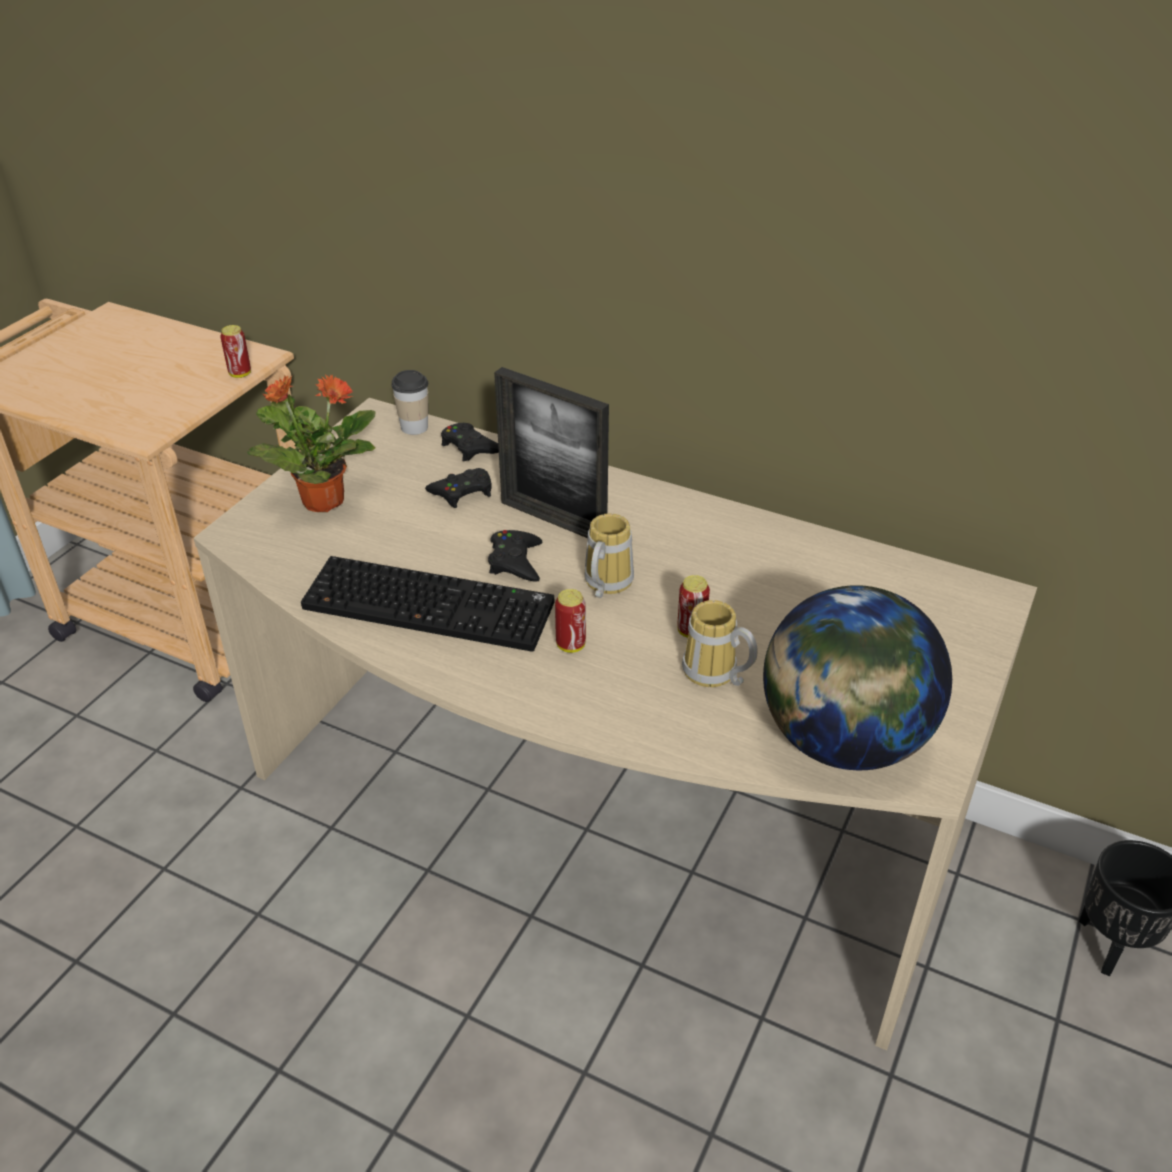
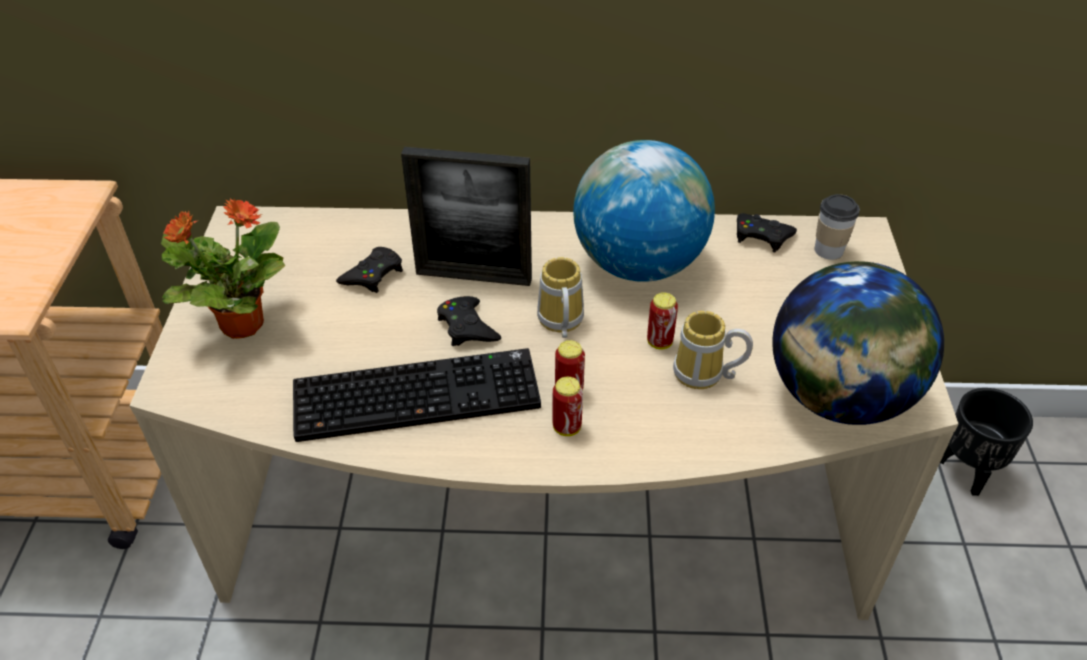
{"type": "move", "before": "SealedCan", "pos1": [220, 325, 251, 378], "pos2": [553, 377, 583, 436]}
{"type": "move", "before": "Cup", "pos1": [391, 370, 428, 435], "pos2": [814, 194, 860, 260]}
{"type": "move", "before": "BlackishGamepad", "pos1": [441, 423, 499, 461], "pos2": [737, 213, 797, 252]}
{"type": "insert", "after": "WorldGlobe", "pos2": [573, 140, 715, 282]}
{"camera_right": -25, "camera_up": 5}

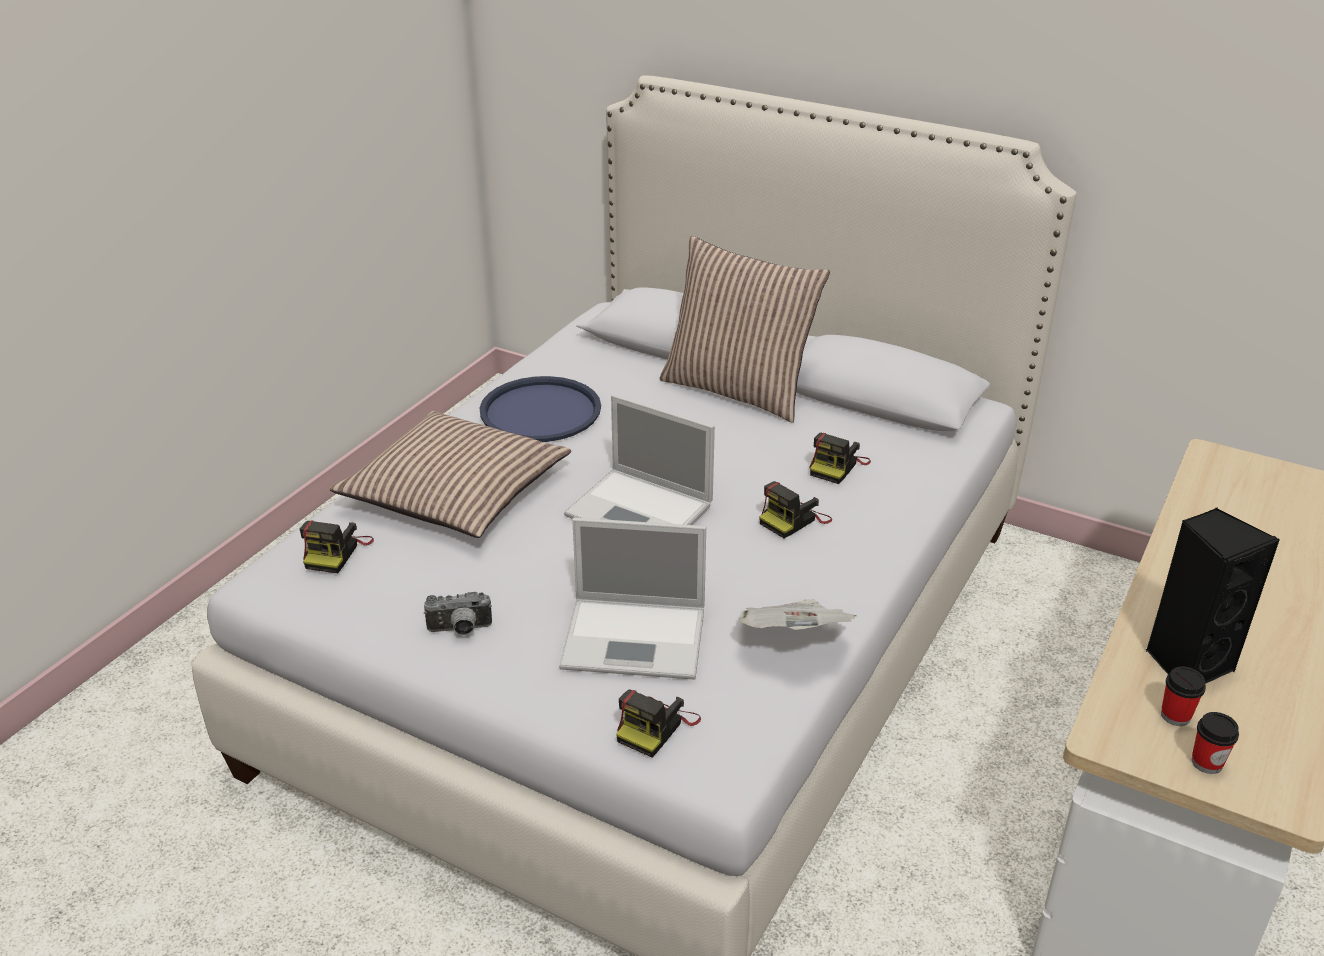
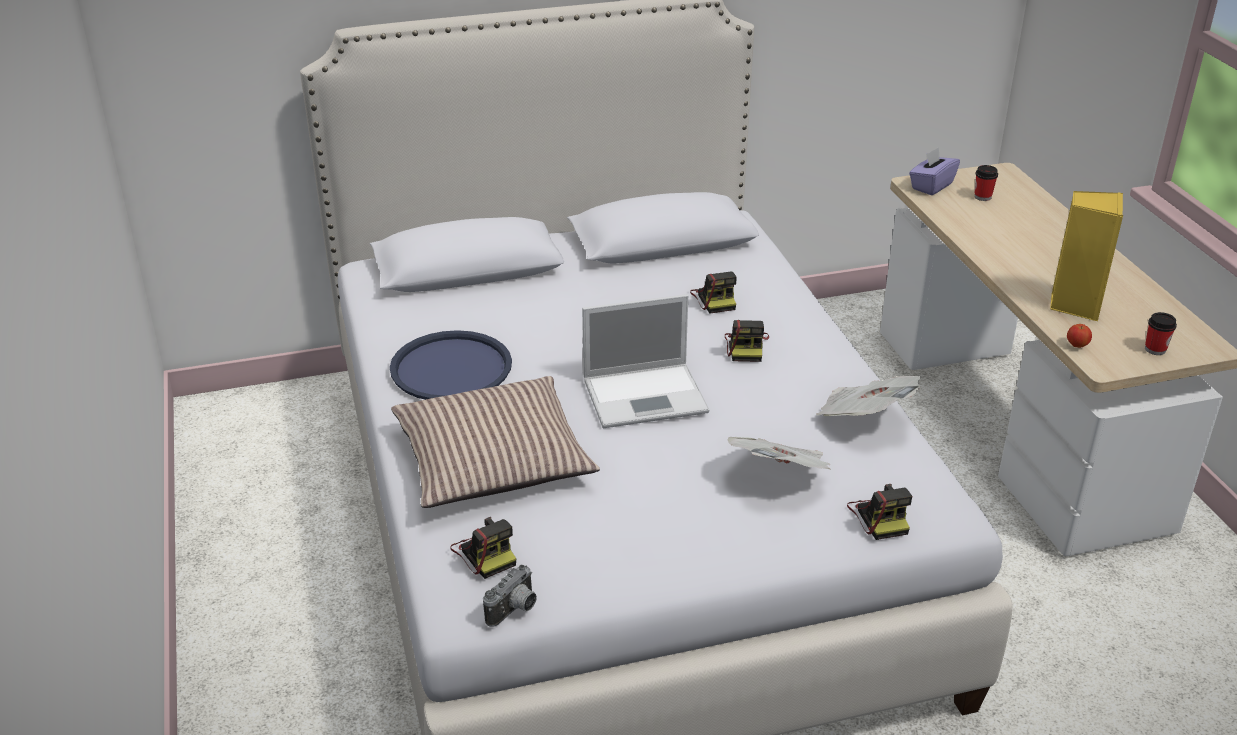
{"type": "delete", "before": "ThrowPillow", "pos1": [660, 236, 830, 423]}
{"type": "recolor", "before": "BlackishLoudspeaker", "after": "YellowColouredLoudspeaker", "pos1": [1146, 508, 1280, 684], "pos2": [1050, 191, 1123, 321]}
{"type": "replace", "before": "PortableComputer", "after": "PrintedPaper", "pos1": [559, 518, 706, 680], "pos2": [727, 437, 831, 470]}
{"type": "move", "before": "StillCamera", "pos1": [424, 592, 492, 635], "pos2": [483, 565, 537, 627]}
{"type": "move", "before": "Cup", "pos1": [1161, 666, 1206, 726], "pos2": [974, 165, 998, 201]}
{"type": "insert", "after": "PurpleColouredTissueHolder", "pos2": [909, 147, 960, 195]}
{"type": "insert", "after": "Apple", "pos2": [1067, 324, 1092, 348]}
{"camera_right": -45, "camera_up": 0}

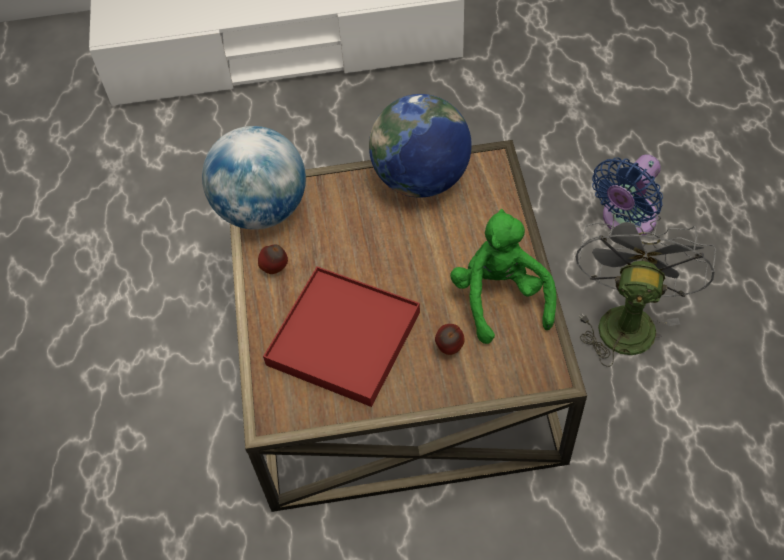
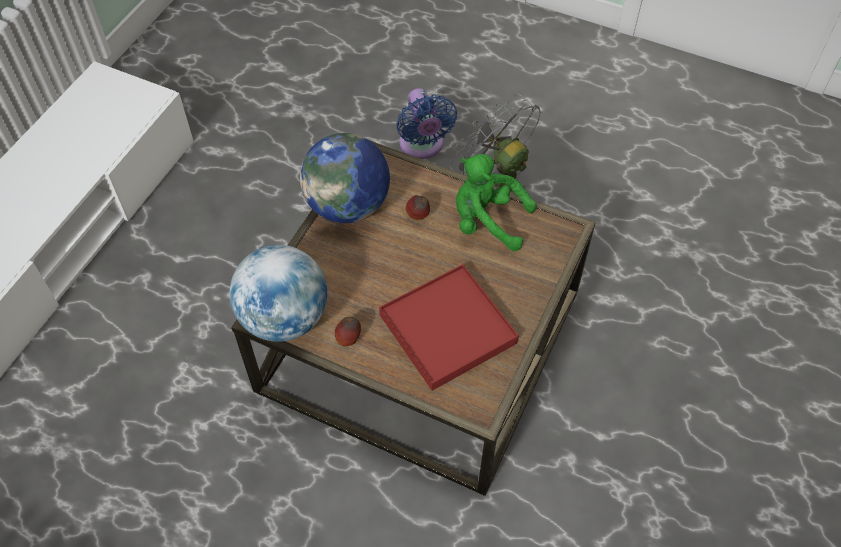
{"type": "move", "before": "Apple", "pos1": [435, 324, 465, 355], "pos2": [406, 195, 430, 220]}
{"camera_right": -60, "camera_up": 0}

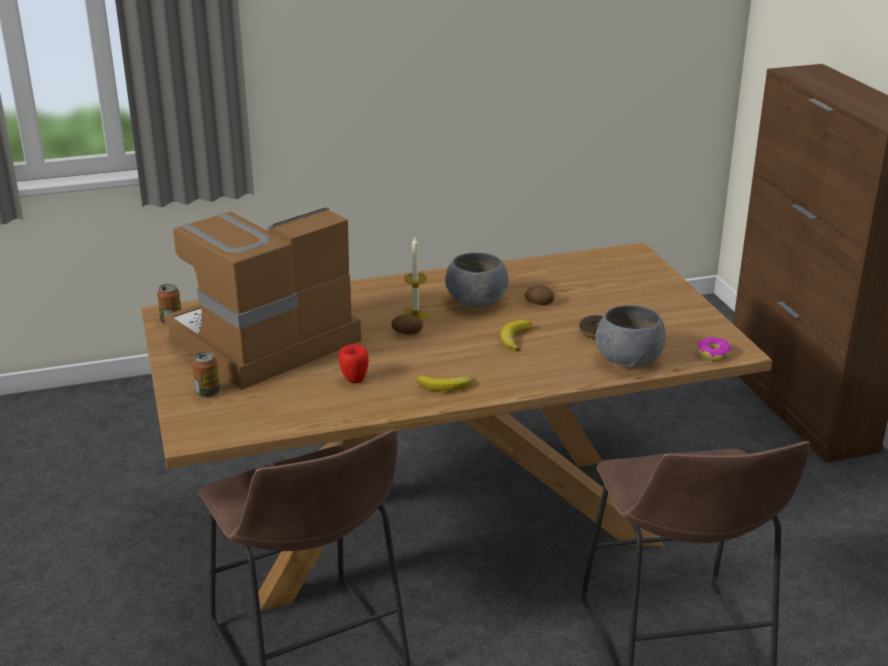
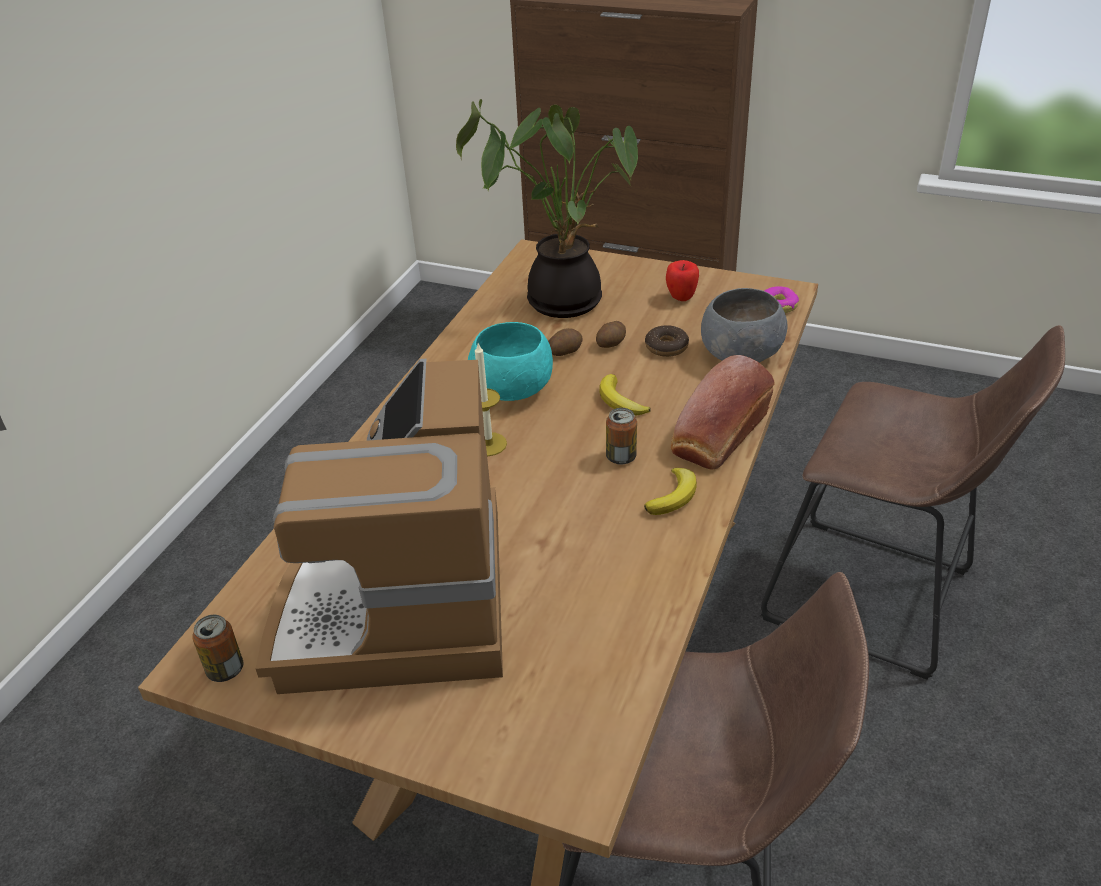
{"type": "recolor", "before": "GreyishDeepDish", "after": "TurquoiseDeepDish", "pos1": [445, 252, 509, 308], "pos2": [468, 322, 553, 401]}
{"type": "move", "before": "Spud", "pos1": [391, 314, 423, 335], "pos2": [596, 321, 626, 348]}
{"type": "move", "before": "Apple", "pos1": [339, 344, 369, 383], "pos2": [666, 260, 699, 301]}
{"type": "move", "before": "SealedCan", "pos1": [193, 352, 220, 397], "pos2": [606, 408, 637, 465]}
{"type": "insert", "after": "PottedPlant", "pos2": [456, 99, 638, 318]}
{"type": "insert", "after": "Bread", "pos2": [671, 355, 774, 470]}
{"camera_right": -50, "camera_up": 10}

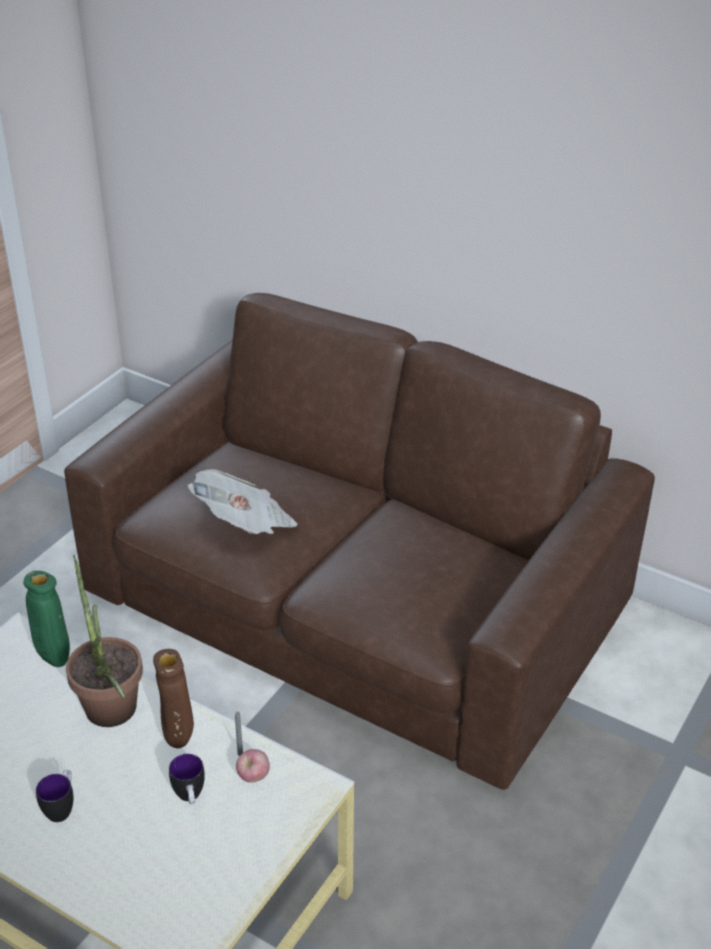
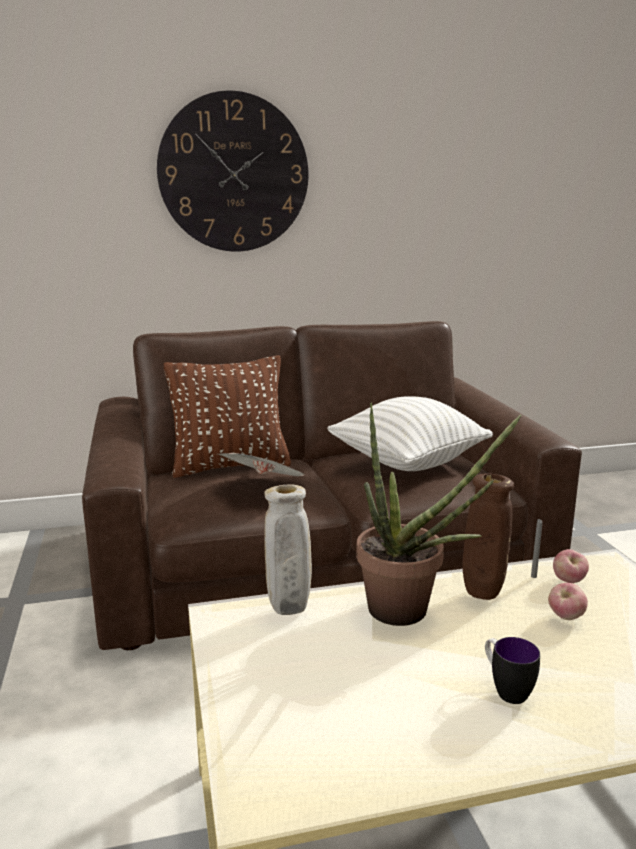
{"type": "recolor", "before": "GreenColouredFlowerVase", "after": "BeigeFlowerVase", "pos1": [23, 571, 70, 667], "pos2": [264, 484, 312, 615]}
{"type": "replace", "before": "TeaMug", "after": "Apple", "pos1": [169, 754, 205, 804], "pos2": [548, 583, 588, 620]}
{"type": "insert", "after": "WallClock", "pos2": [157, 90, 308, 252]}
{"type": "insert", "after": "BrownThrowPillow", "pos2": [164, 355, 291, 478]}
{"type": "insert", "after": "WhiteColouredThrowPillow", "pos2": [327, 396, 493, 471]}
{"camera_right": -45, "camera_up": -20}

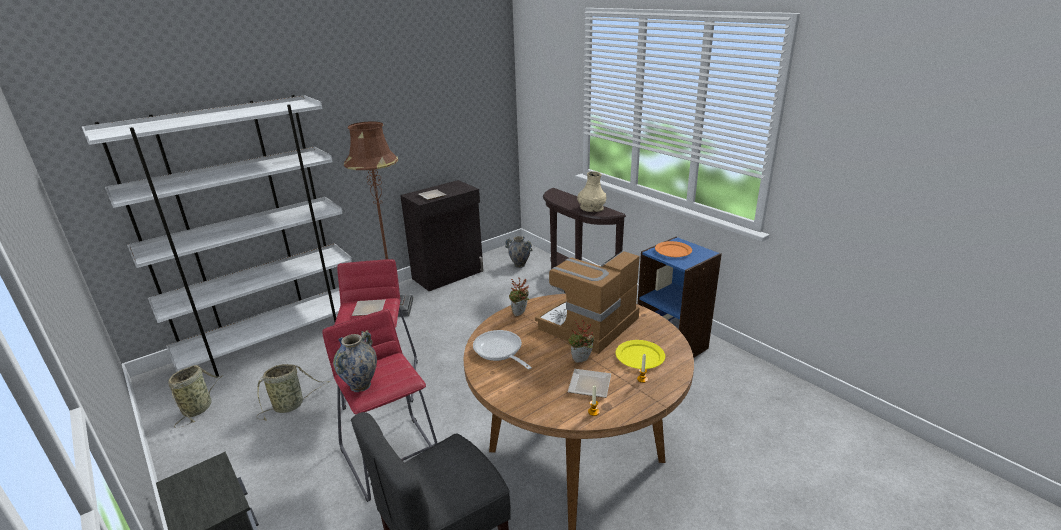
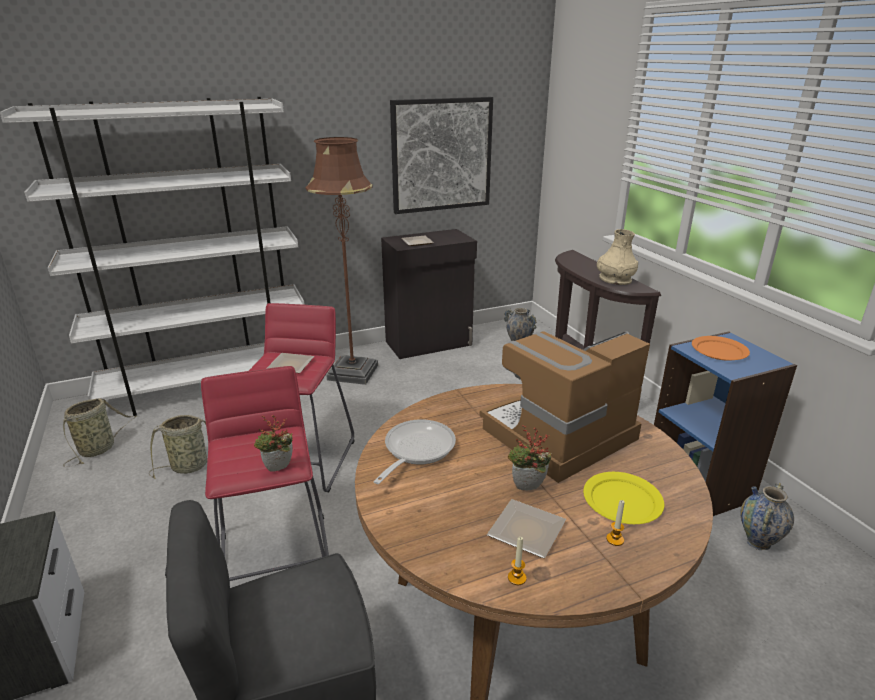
{"type": "move", "before": "PottedPlant", "pos1": [509, 278, 530, 316], "pos2": [254, 415, 293, 471]}
{"type": "move", "before": "FlowerVase", "pos1": [333, 330, 377, 392], "pos2": [740, 483, 794, 550]}
{"type": "rotate", "before": "Skillet", "pos1": [473, 330, 532, 370], "pos2": [374, 419, 456, 484], "turn": 45}
{"type": "insert", "after": "WallPicture", "pos2": [390, 97, 493, 214]}
{"camera_right": 15, "camera_up": 0}

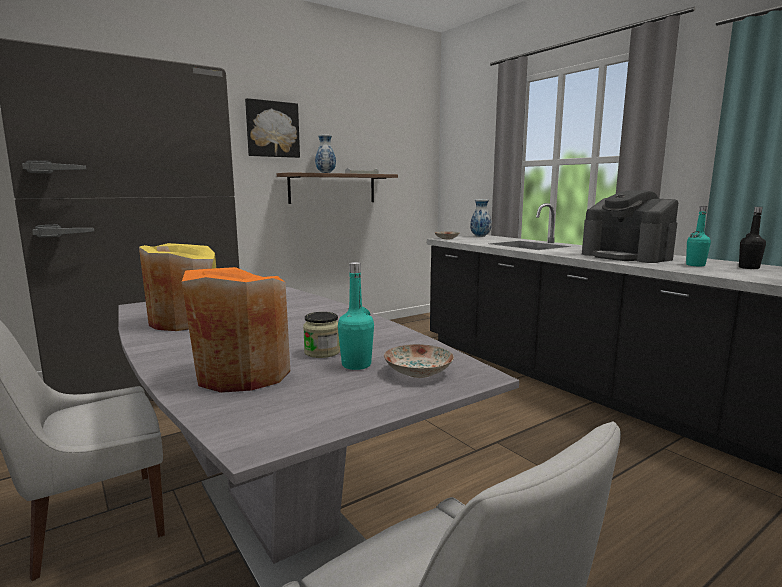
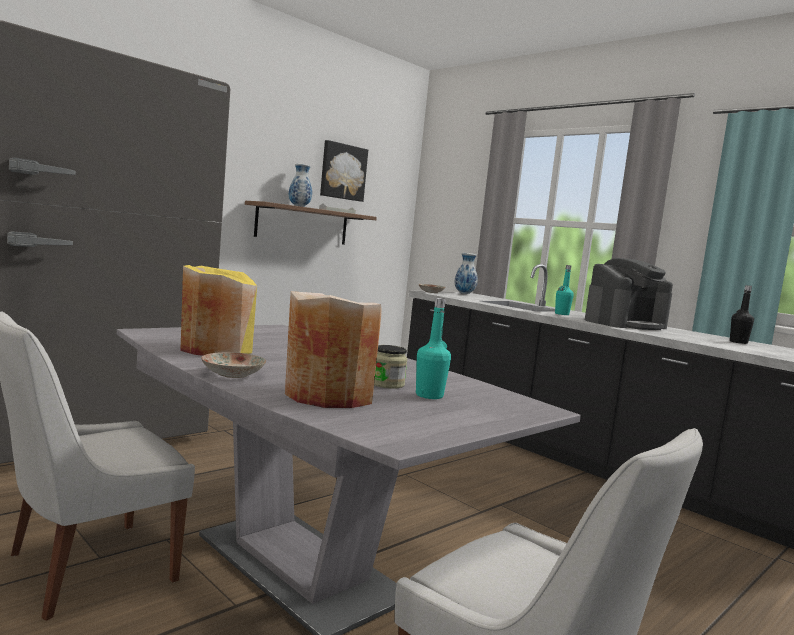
{"type": "move", "before": "WallPicture", "pos1": [245, 98, 300, 158], "pos2": [320, 140, 368, 202]}
{"type": "rotate", "before": "CoffeeMachine", "pos1": [582, 191, 678, 263], "pos2": [585, 258, 673, 330], "turn": -75}
{"type": "move", "before": "TurquoiseDrinkBottle", "pos1": [686, 206, 711, 266], "pos2": [555, 265, 574, 315]}
{"type": "recolor", "before": "OrangeyFlowerVase", "after": "BeigeFlowerVase", "pos1": [182, 267, 290, 393], "pos2": [285, 291, 382, 408]}
{"type": "move", "before": "FlatDish", "pos1": [384, 344, 454, 378], "pos2": [201, 352, 266, 378]}
{"camera_right": -10, "camera_up": -5}

